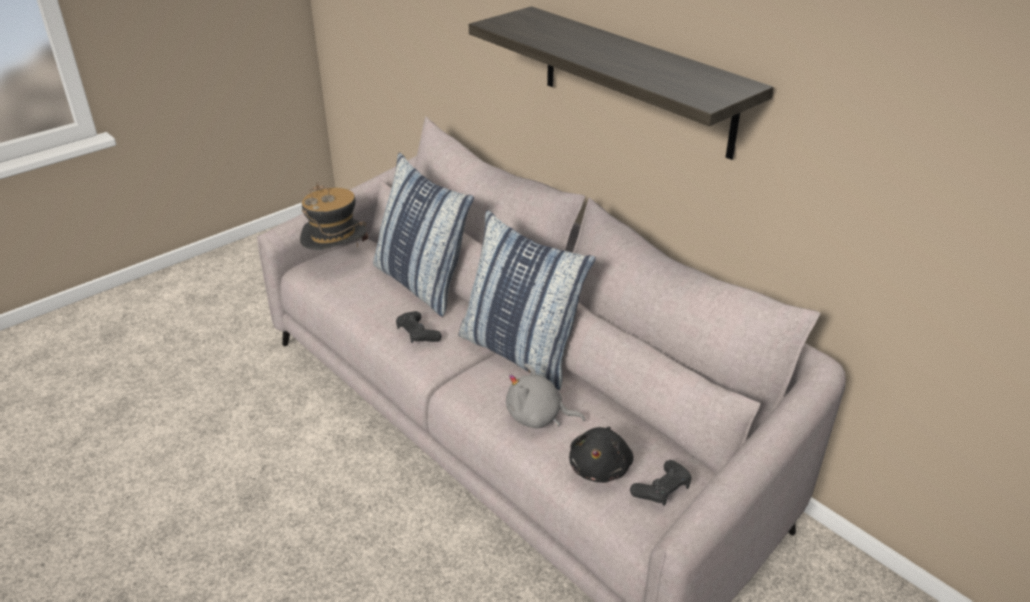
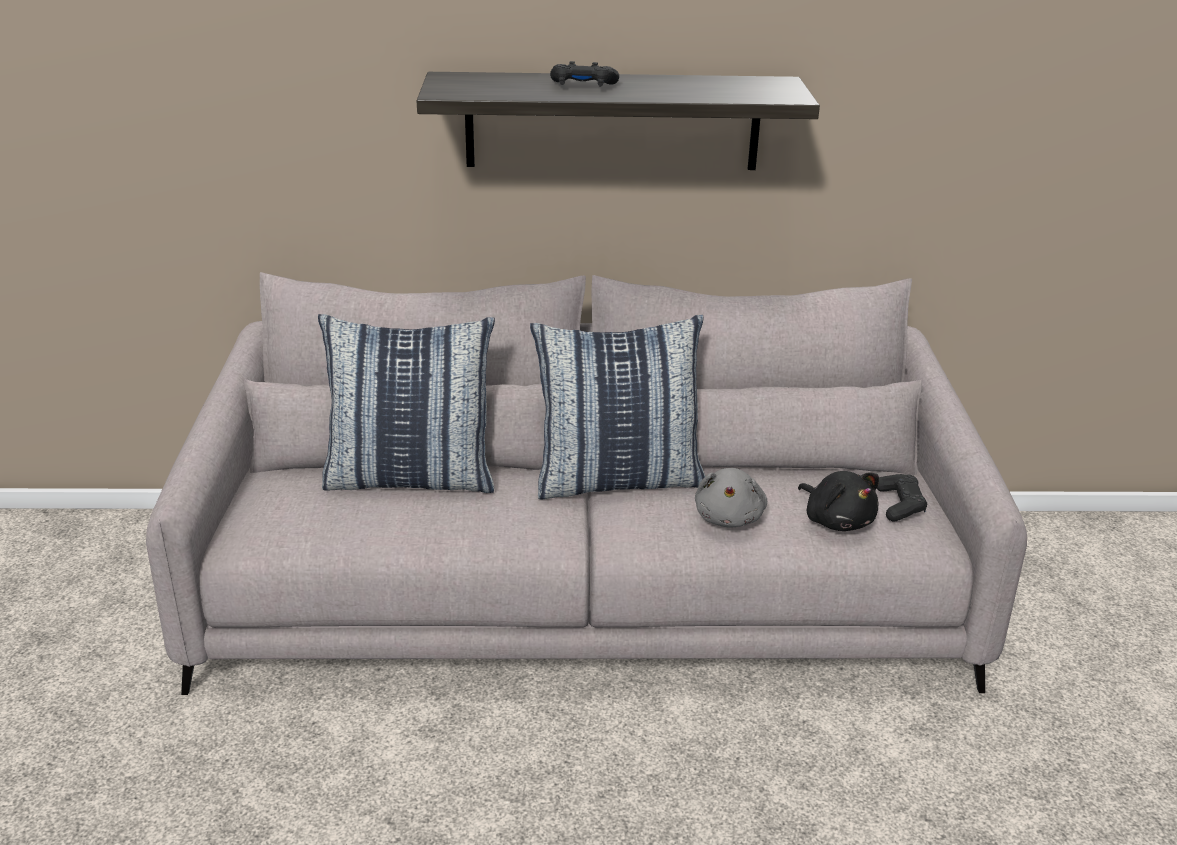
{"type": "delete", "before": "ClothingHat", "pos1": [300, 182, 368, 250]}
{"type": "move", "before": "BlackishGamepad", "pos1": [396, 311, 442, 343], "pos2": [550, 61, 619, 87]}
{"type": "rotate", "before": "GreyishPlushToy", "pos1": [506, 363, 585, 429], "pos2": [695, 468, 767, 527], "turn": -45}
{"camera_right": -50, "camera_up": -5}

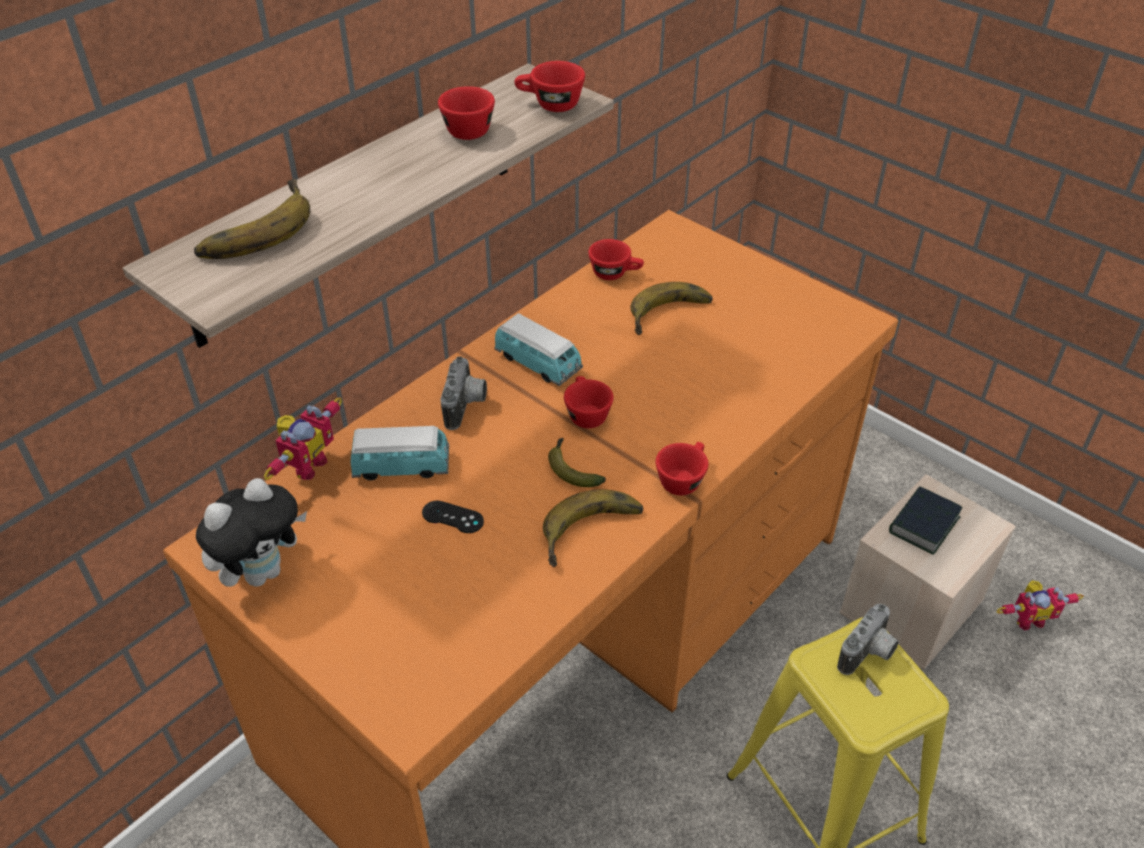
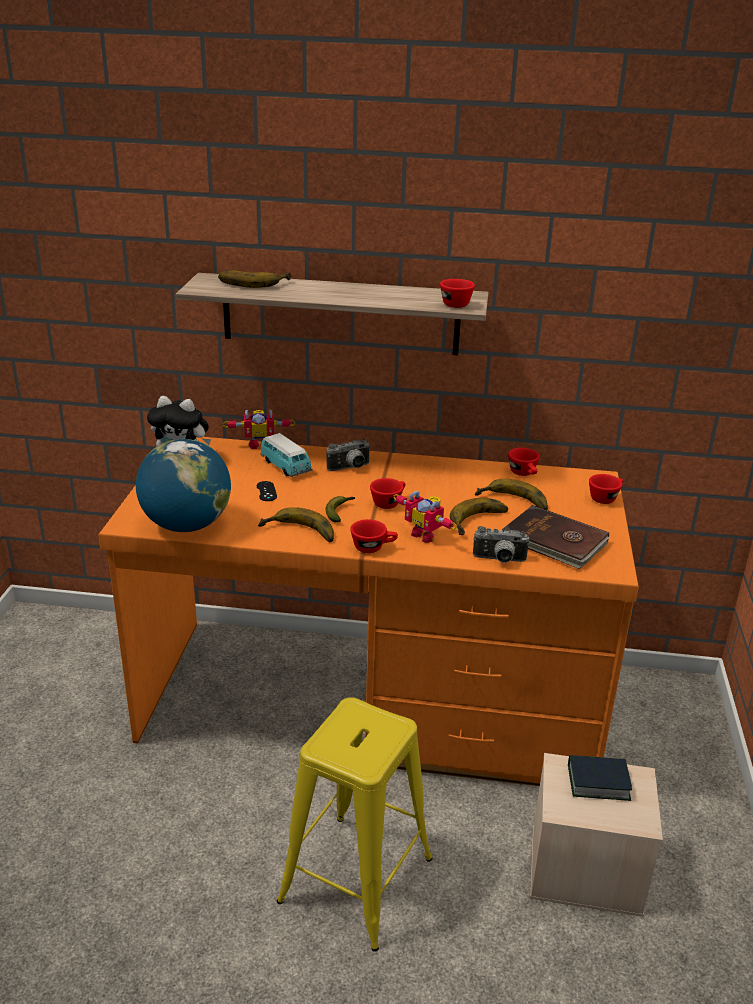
{"type": "move", "before": "ReddishCup", "pos1": [438, 86, 495, 140], "pos2": [589, 474, 623, 504]}
{"type": "delete", "before": "ModelCar", "pos1": [494, 313, 583, 386]}
{"type": "move", "before": "ModelRobot", "pos1": [996, 580, 1084, 631], "pos2": [393, 491, 457, 543]}
{"type": "move", "before": "StillCamera", "pos1": [837, 604, 899, 675], "pos2": [473, 526, 530, 563]}
{"type": "insert", "after": "WorldGlobe", "pos2": [136, 439, 231, 532]}
{"type": "insert", "after": "Banana", "pos2": [450, 498, 508, 535]}
{"type": "insert", "after": "BrownBook", "pos2": [502, 505, 610, 569]}
{"camera_right": 55, "camera_up": -15}

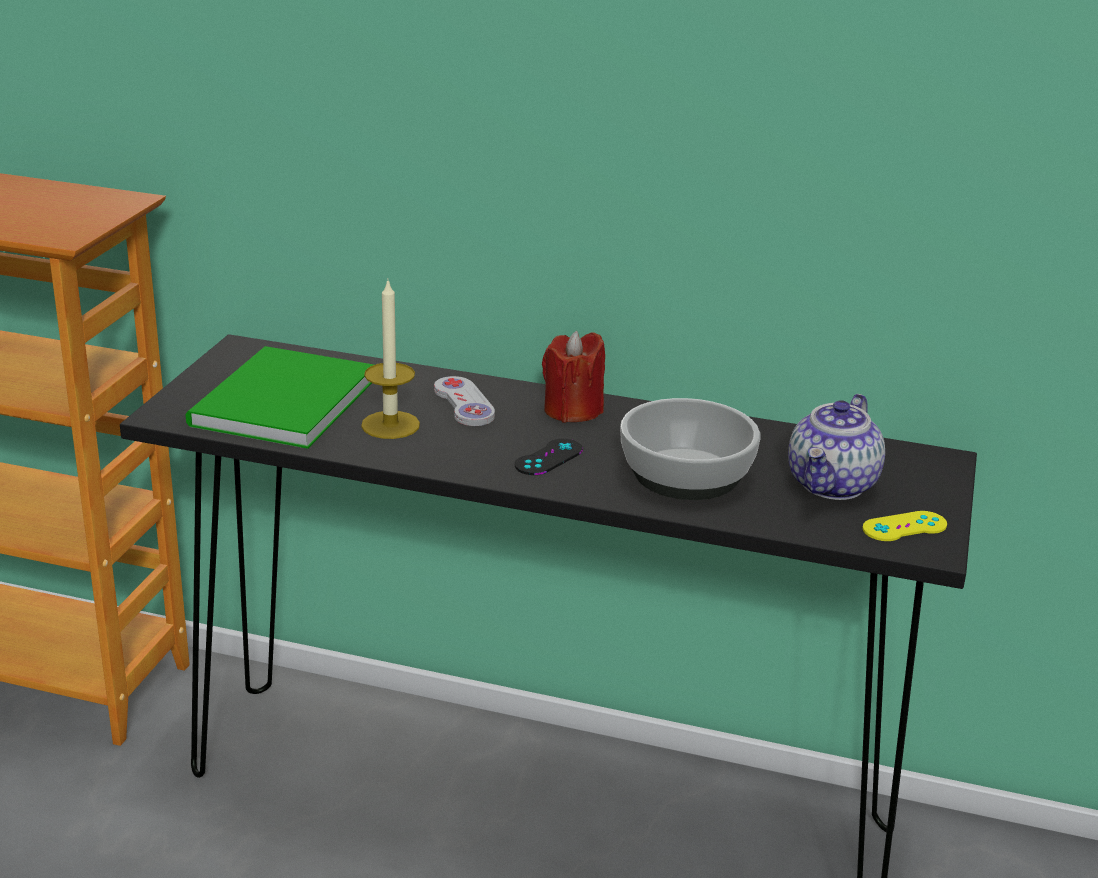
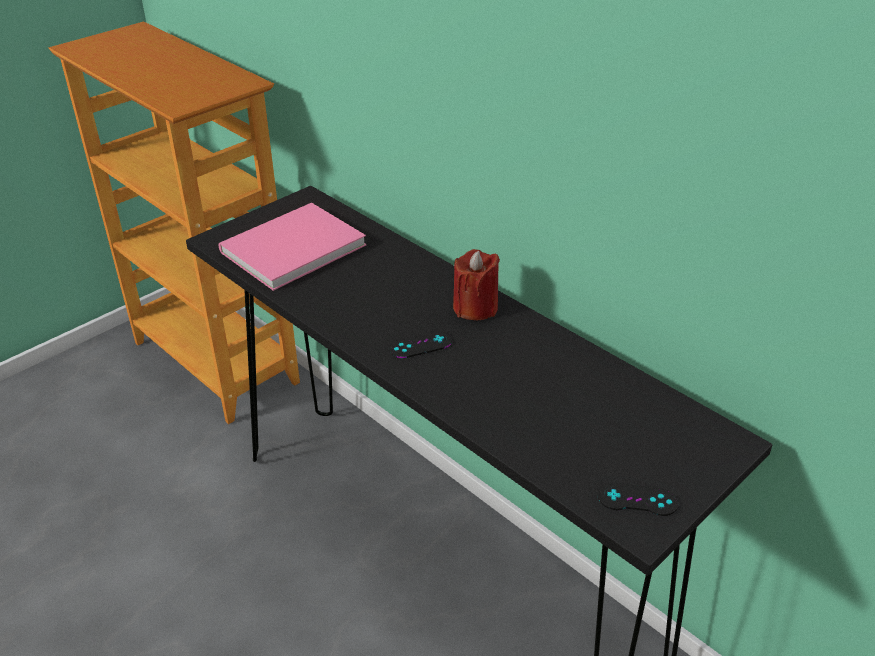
{"type": "delete", "before": "WaxLight", "pos1": [361, 278, 420, 439]}
{"type": "recolor", "before": "GreenColouredBook", "after": "PinkBook", "pos1": [185, 346, 374, 449], "pos2": [218, 203, 366, 291]}
{"type": "delete", "before": "WhiteColouredGamepad", "pos1": [434, 376, 495, 426]}
{"type": "delete", "before": "TeaPot", "pos1": [788, 394, 885, 500]}
{"type": "delete", "before": "DeepDish", "pos1": [620, 398, 760, 500]}
{"type": "recolor", "before": "YellowColouredGamepad", "after": "BlackishGamepad", "pos1": [862, 511, 947, 541], "pos2": [598, 482, 678, 516]}
{"camera_right": 30, "camera_up": 10}

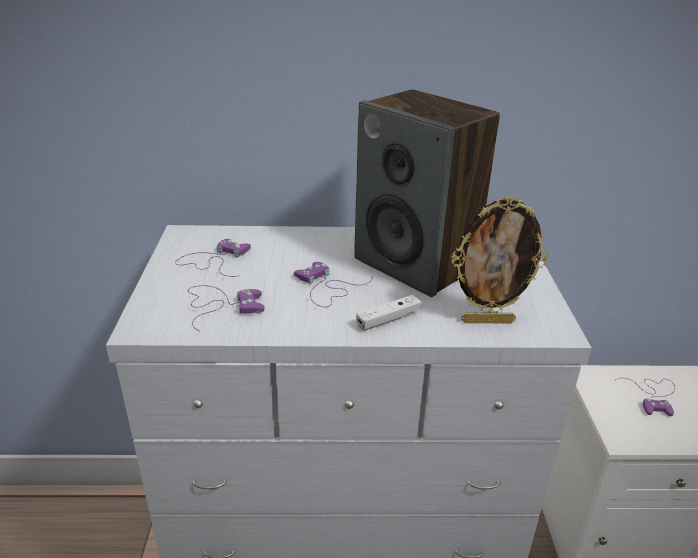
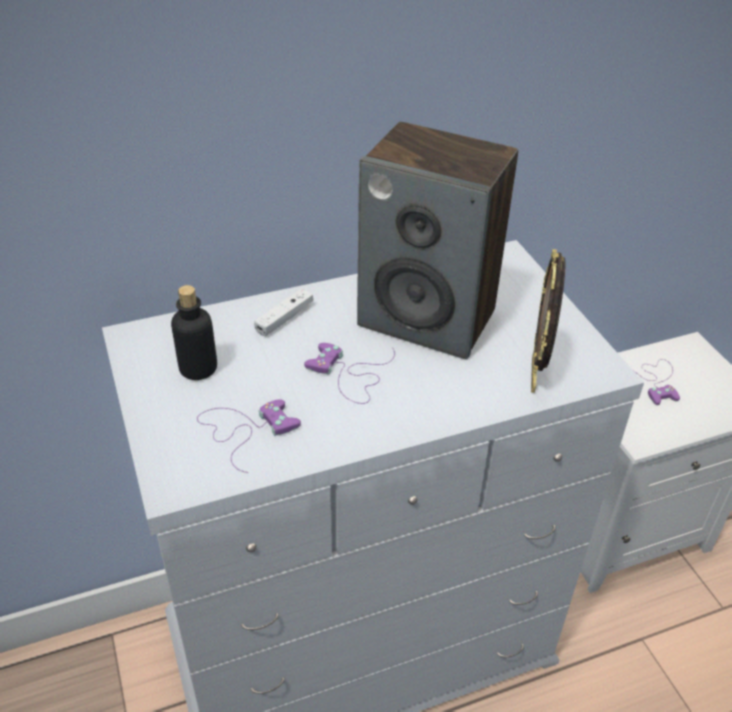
{"type": "rotate", "before": "StandingFrame", "pos1": [451, 196, 548, 323], "pos2": [531, 249, 566, 393], "turn": 120}
{"type": "replace", "before": "PurpleColouredGamepad", "after": "DrinkBottle", "pos1": [175, 239, 251, 277], "pos2": [171, 285, 217, 380]}
{"type": "move", "before": "WhiteColouredGamepad", "pos1": [356, 295, 422, 331], "pos2": [254, 289, 313, 336]}
{"camera_right": -20, "camera_up": 10}

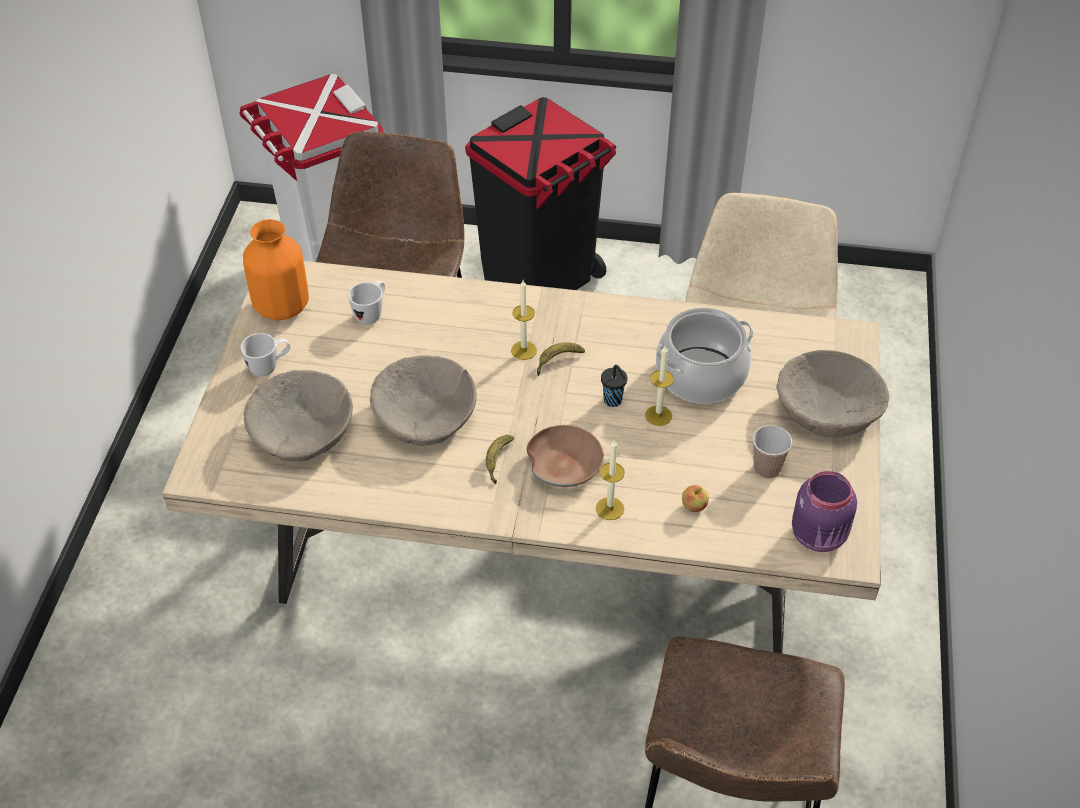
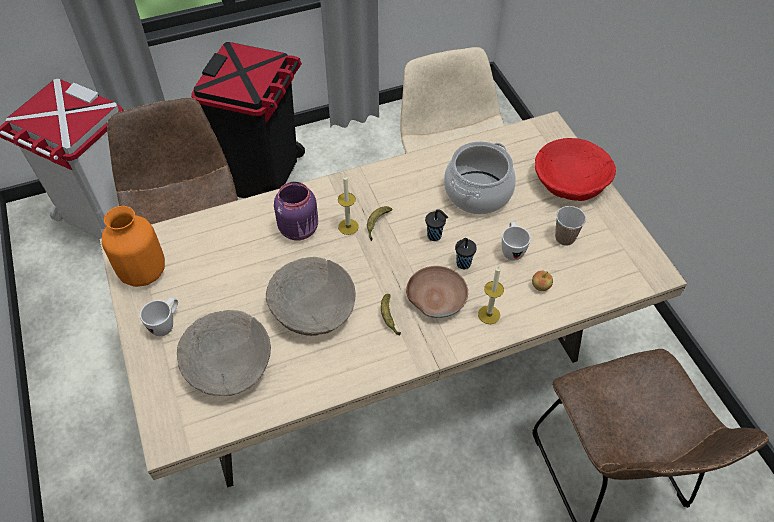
{"type": "move", "before": "WhiteColouredTeaMug", "pos1": [348, 281, 385, 324], "pos2": [502, 222, 531, 260]}
{"type": "delete", "before": "WaxLight", "pos1": [645, 346, 674, 426]}
{"type": "recolor", "before": "BeigeDeepDish", "after": "ReddishDeepDish", "pos1": [776, 350, 889, 437], "pos2": [535, 138, 616, 201]}
{"type": "move", "before": "PurpleColouredStorageJar", "pos1": [792, 471, 857, 552], "pos2": [274, 182, 318, 240]}
{"type": "insert", "after": "BlackishCup", "pos2": [455, 238, 477, 269]}
{"camera_right": -30, "camera_up": 5}

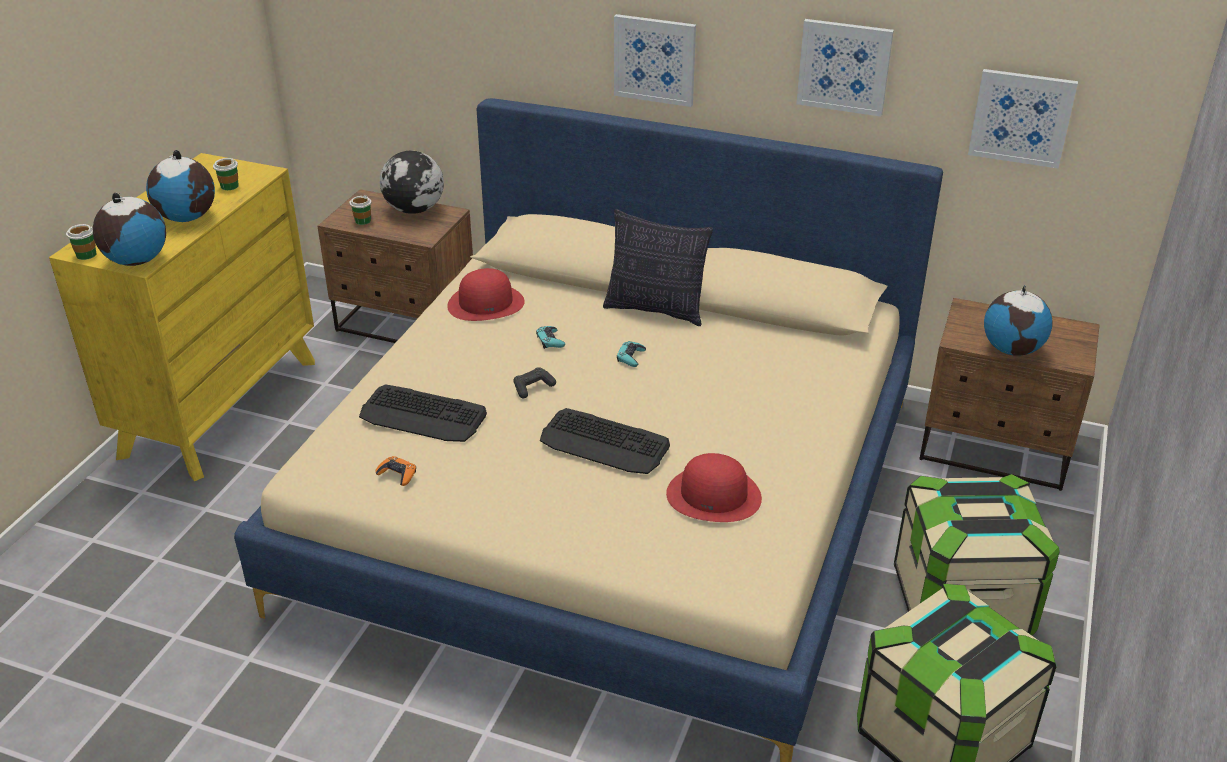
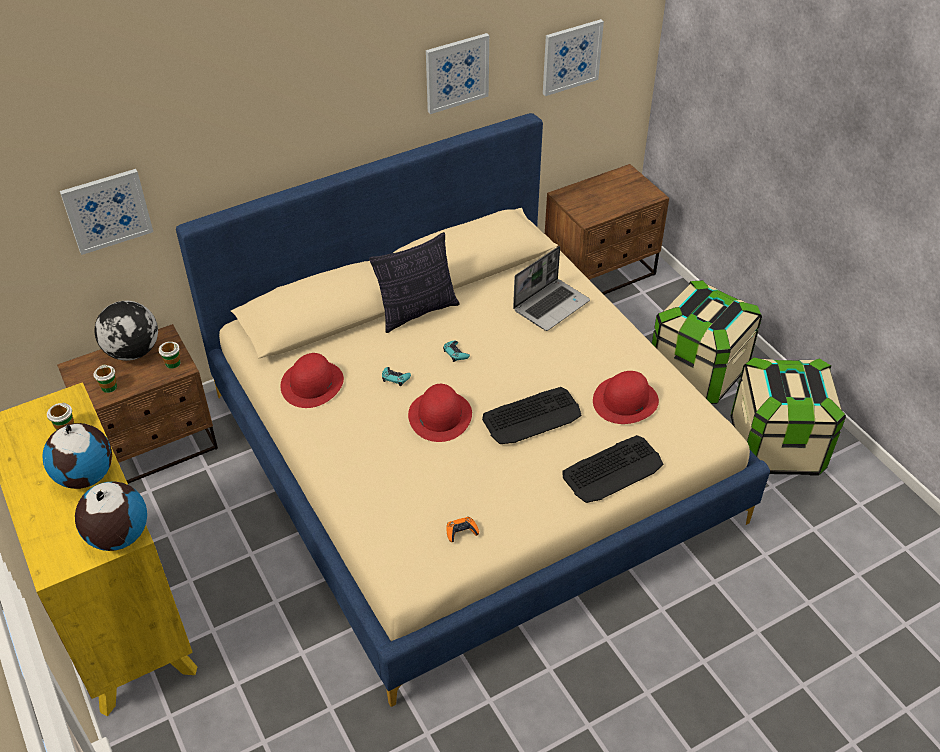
{"type": "move", "before": "WallPicture", "pos1": [614, 14, 696, 107], "pos2": [60, 169, 153, 255]}
{"type": "move", "before": "Cup", "pos1": [66, 224, 97, 260], "pos2": [158, 341, 181, 369]}
{"type": "delete", "before": "WorldGlobe", "pos1": [984, 285, 1053, 356]}
{"type": "replace", "before": "BlackishGamepad", "after": "ReddishClothingHat", "pos1": [514, 367, 556, 398], "pos2": [408, 384, 472, 442]}
{"type": "move", "before": "Keyboard", "pos1": [359, 384, 487, 442], "pos2": [562, 435, 663, 503]}
{"type": "insert", "after": "PortableComputer", "pos2": [513, 246, 590, 331]}
{"camera_right": -50, "camera_up": 10}

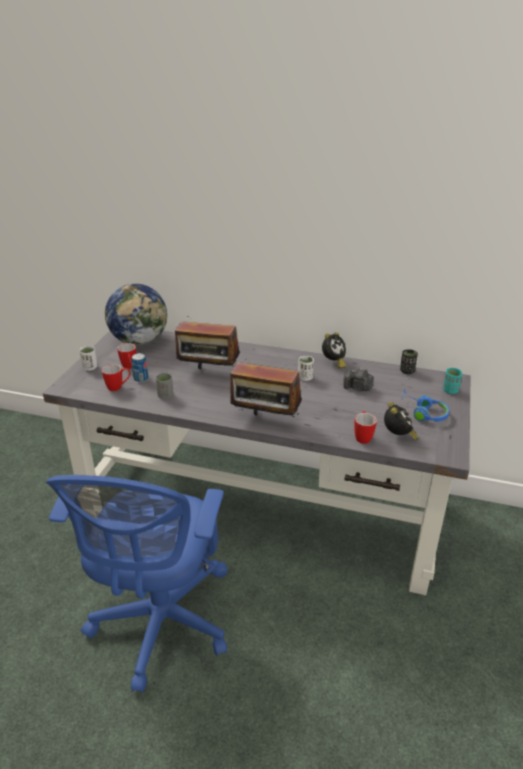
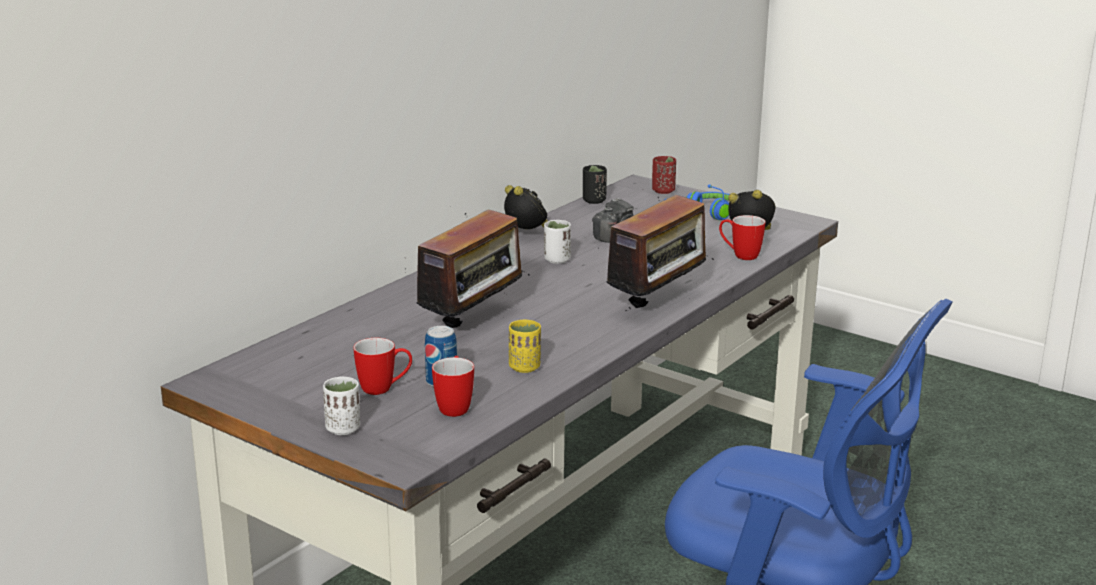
{"type": "delete", "before": "WorldGlobe", "pos1": [104, 283, 167, 345]}
{"type": "recolor", "before": "TurquoiseCup", "after": "ReddishCup", "pos1": [443, 368, 463, 394], "pos2": [652, 156, 676, 194]}
{"type": "recolor", "before": "GreyishCup", "after": "YellowColouredCup", "pos1": [156, 373, 173, 399], "pos2": [509, 319, 541, 373]}
{"camera_right": -70, "camera_up": -10}

